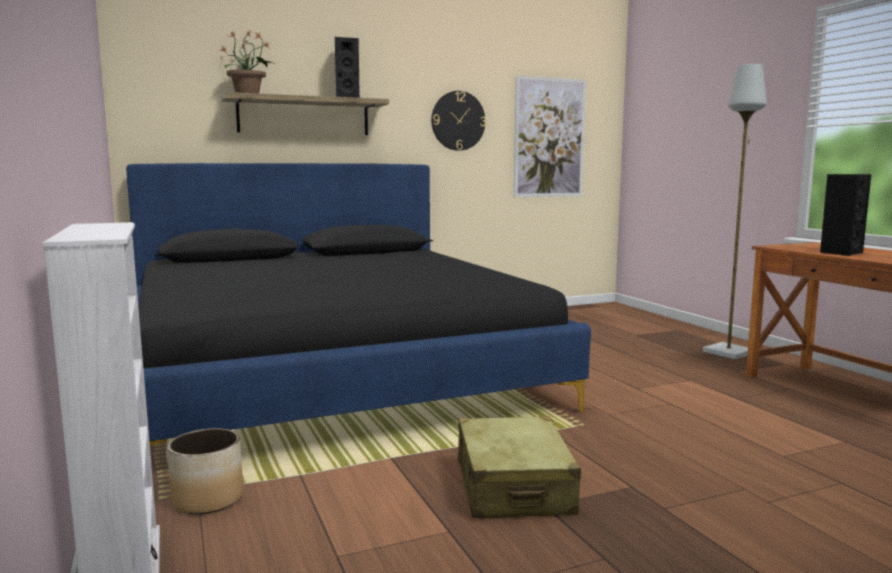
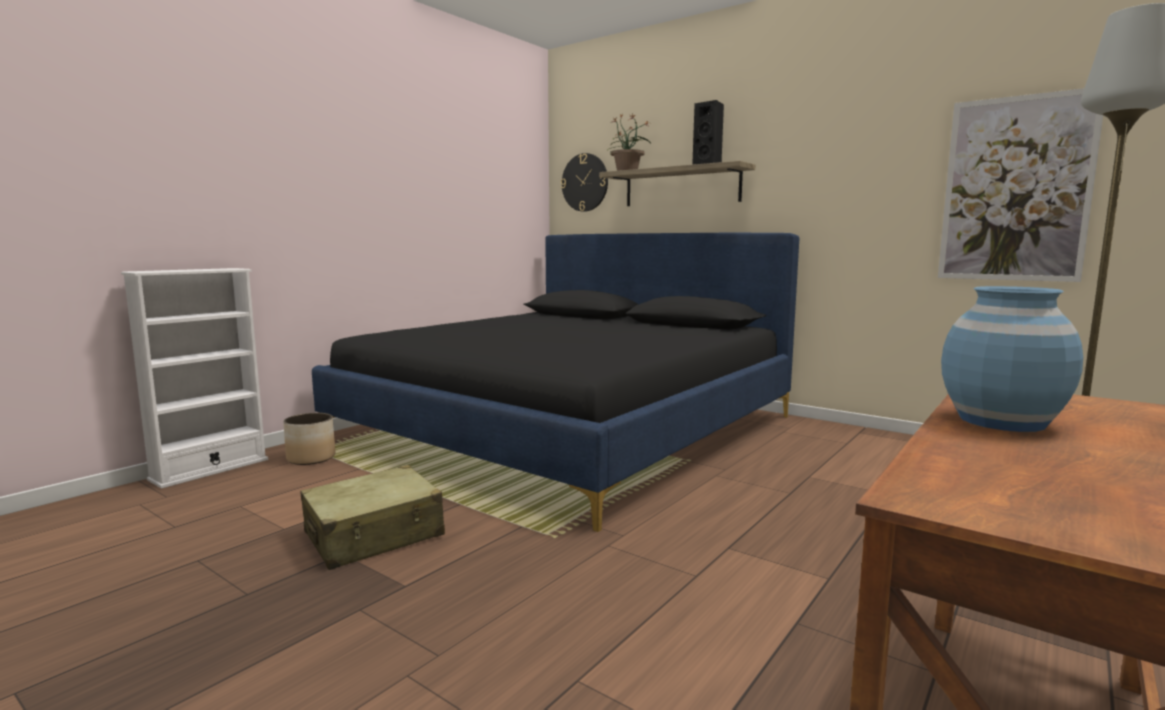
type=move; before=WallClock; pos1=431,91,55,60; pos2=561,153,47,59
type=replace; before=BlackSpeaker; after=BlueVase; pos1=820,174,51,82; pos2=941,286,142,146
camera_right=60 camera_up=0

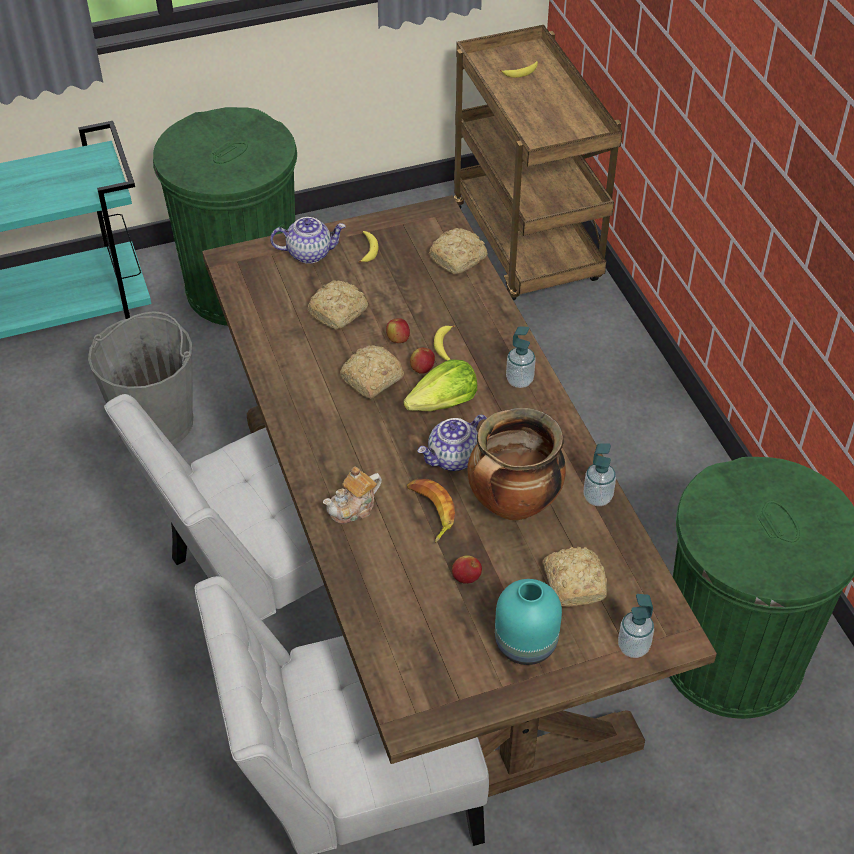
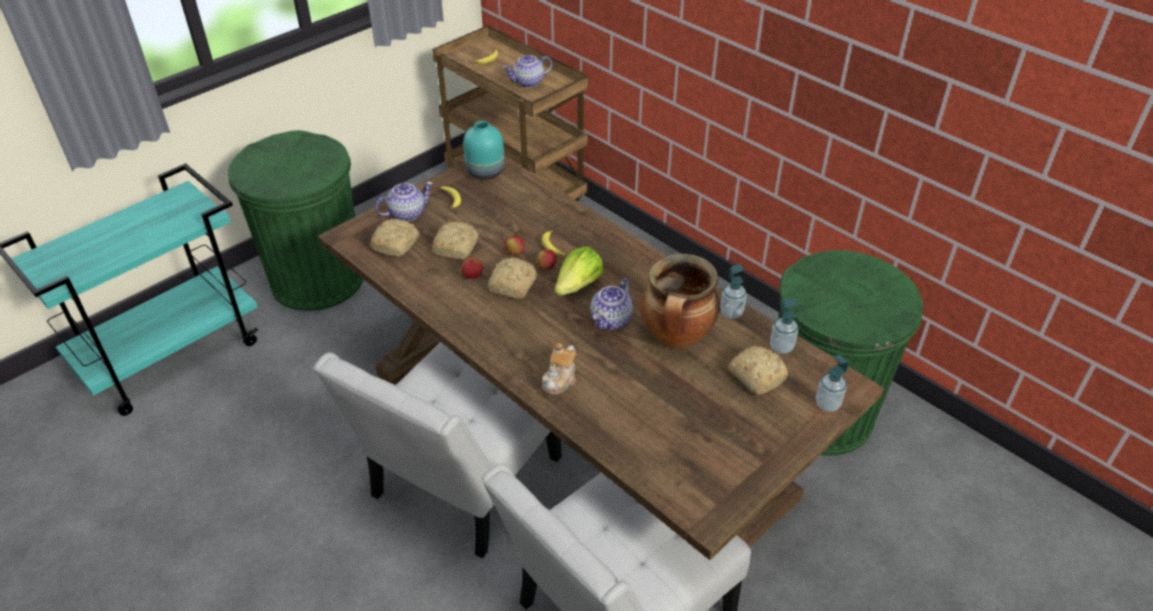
type=delete; before=GreyBucket; pos1=88,311,105,135
type=delete; before=Banana; pos1=407,478,48,65
type=move; before=Bread; pos1=429,228,58,46; pos2=370,219,50,38
type=move; before=Apple; pos1=452,555,30,29; pos2=461,258,22,21
type=move; before=TurquoiseVase; pos1=495,579,67,86; pos2=463,121,41,59
type=move; before=SoapDispenser; pos1=506,326,30,62; pos2=770,298,28,56
type=insert; after=Teapot; pos2=503,54,50,34
camera_right=-25 camera_up=-5

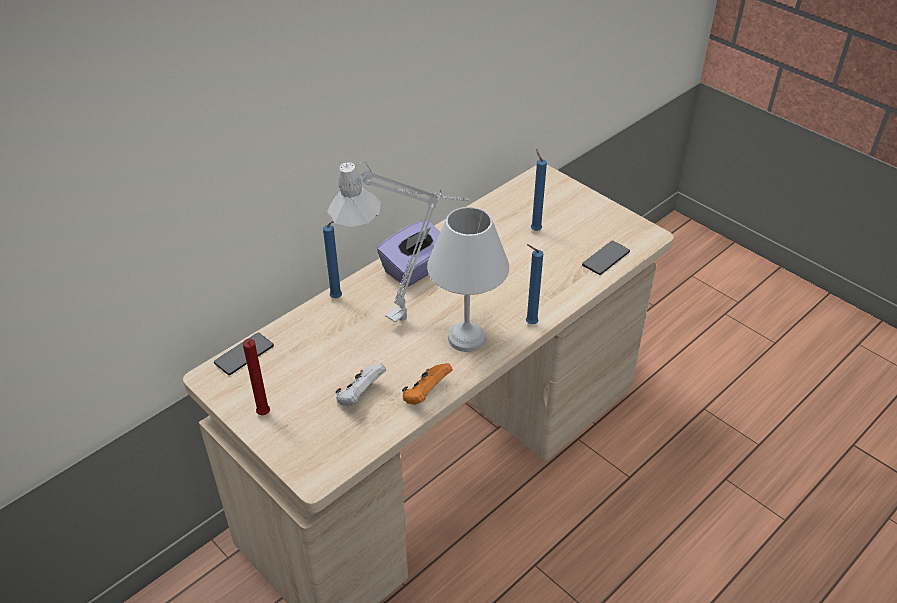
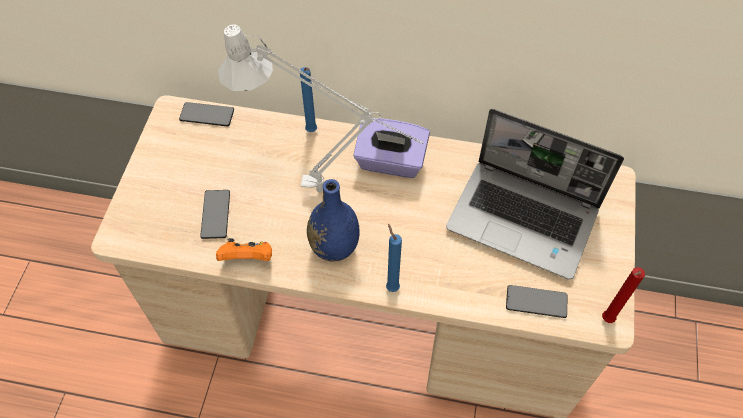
type=move; before=RedCandle; pos1=243,339,27,76; pos2=602,267,43,56
type=replace; before=WhiteGameController; after=Phone; pos1=335,364,51,42; pos2=200,190,30,49
type=replace; before=WhiteTableLamp; after=BlueVase; pos1=427,207,82,145; pos2=307,179,53,82
type=replace; before=BlueCandle; after=Laptop; pos1=531,149,16,82; pos2=446,109,178,171
camera_right=55 camera_up=15

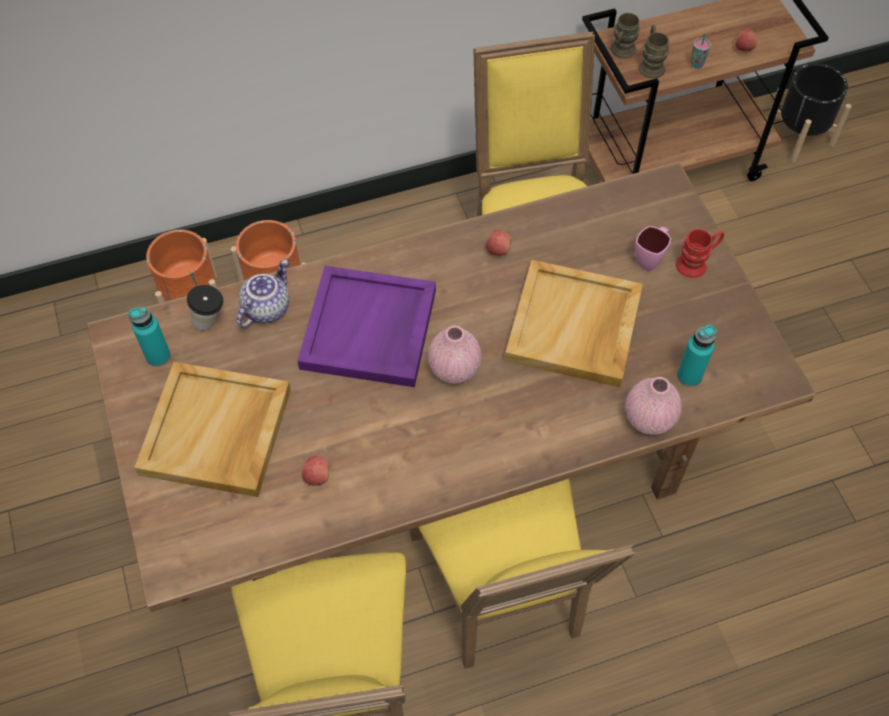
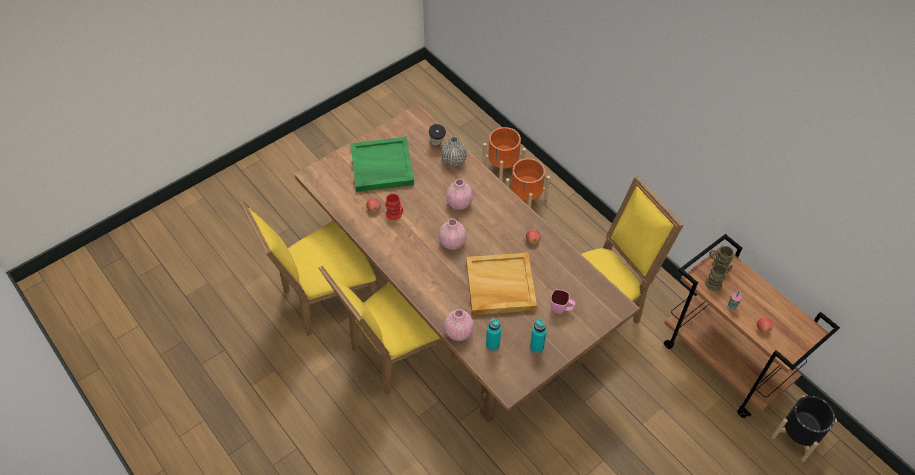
type=move; before=TurquoiseBottle; pos1=128,306,43,61; pos2=530,319,17,34
type=recolor; before=BeigeTray; after=GreenTray; pos1=134,362,157,135; pos2=350,137,64,55
type=replace; before=Teapot; after=GreyVase; pos1=236,260,53,68; pos2=441,136,26,31
type=replace; before=PurpleTray; after=PinkVase; pos1=297,266,139,121; pos2=446,179,27,31
type=move; before=RedMug; pos1=676,229,48,49; pos2=385,194,18,26
camera_right=70 camera_up=-5

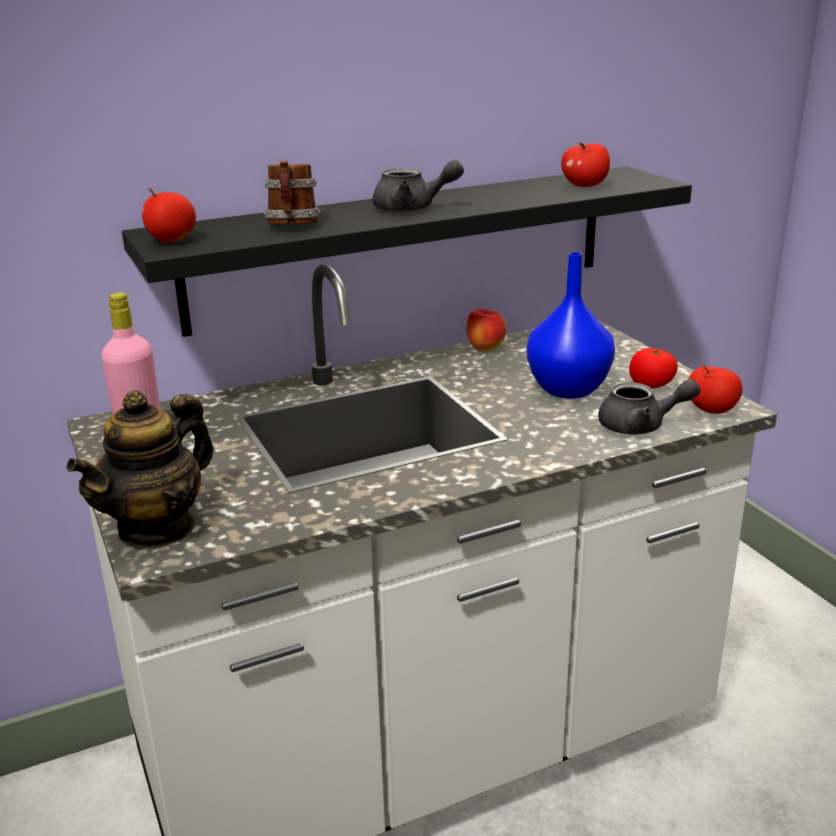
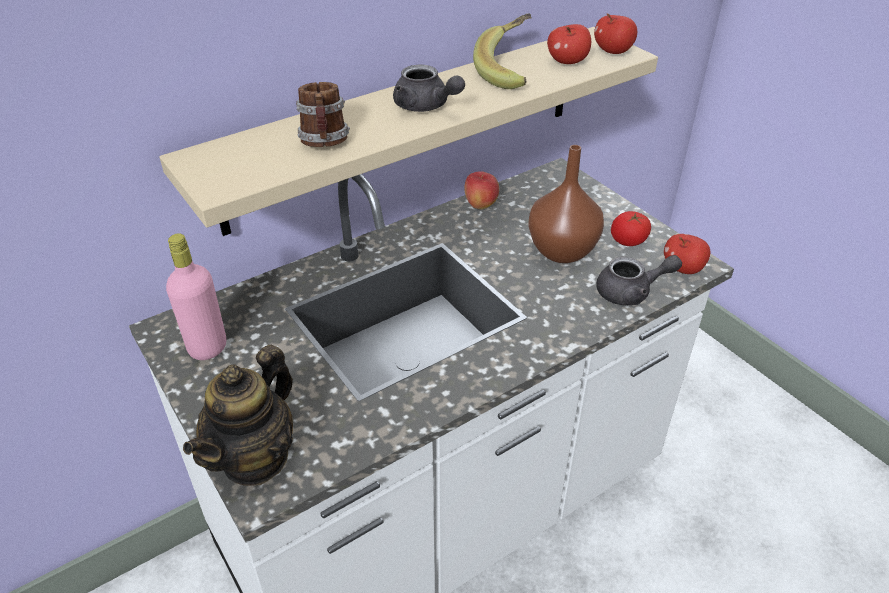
type=recolor; before=BlackShelf; after=BeigeShelf; pos1=122,167,570,170; pos2=159,27,499,209
type=move; before=Apple; pos1=142,188,54,54; pos2=594,13,43,41
type=rotate; before=GreyTeapot; pos1=373,160,91,53; pos2=393,64,72,48; turn=45
type=recolor; before=BlueVase; after=BrownVase; pos1=527,252,88,146; pos2=528,145,76,118
type=insert; after=Banana; pos2=473,13,59,76
camera_right=-10 camera_up=15

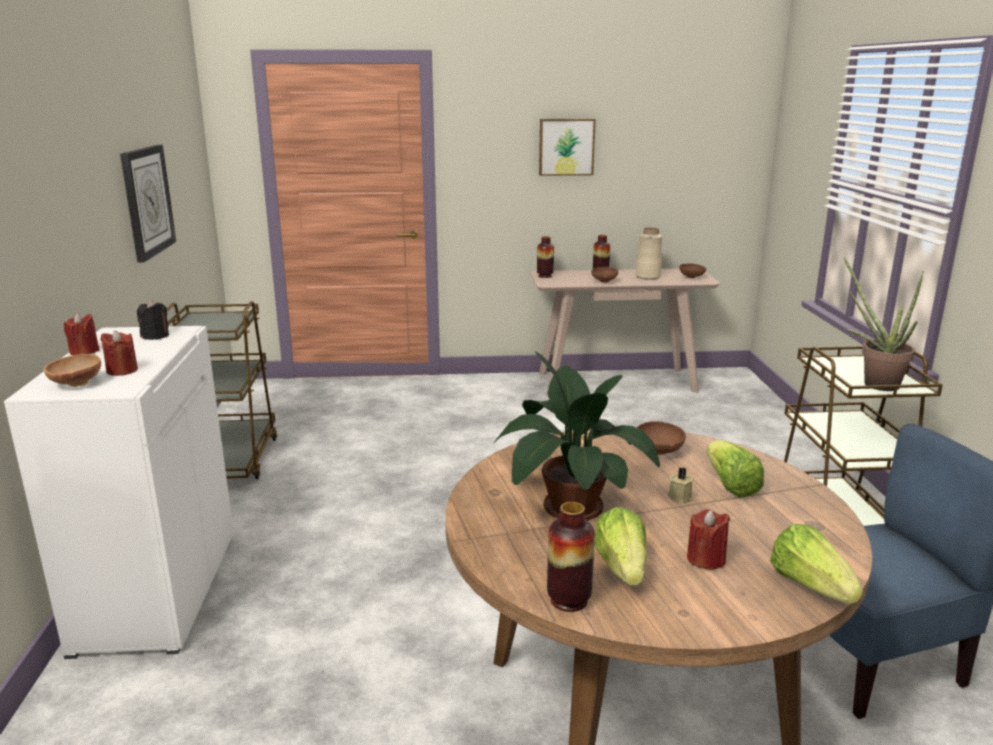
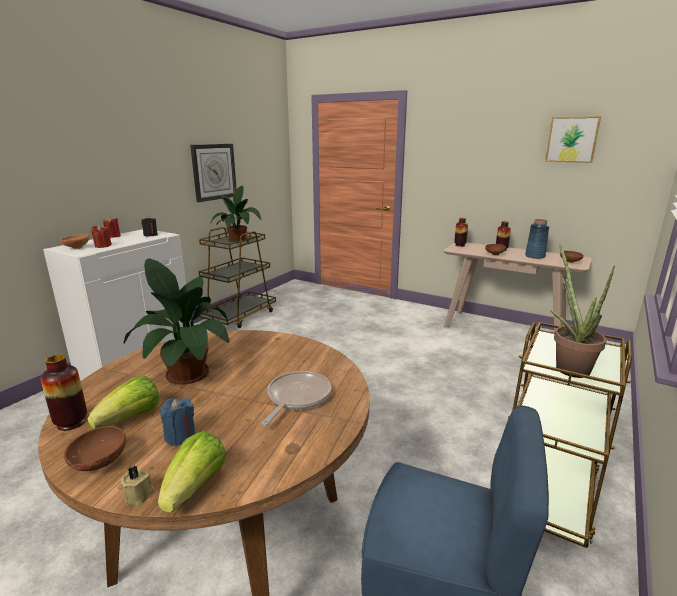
type=move; before=Picture; pos1=539,119,57,57; pos2=545,116,56,47
type=recolor; before=BeigeVase; after=BlueVase; pos1=636,227,26,52; pos2=525,219,24,40
type=move; before=BrownBowl; pos1=636,421,50,34; pos2=64,426,62,45
type=move; before=BeigeCandle; pos1=668,467,25,37; pos2=121,466,34,40
type=recolor; before=RedCandle; after=BlueCandle; pos1=687,509,43,60; pos2=160,398,35,48
type=replace; before=Lettuce; after=FryingPan; pos1=706,440,58,57; pos2=262,371,69,54
type=insert; after=PottedPlant; pos2=210,185,52,57
camera_right=35 camera_up=0

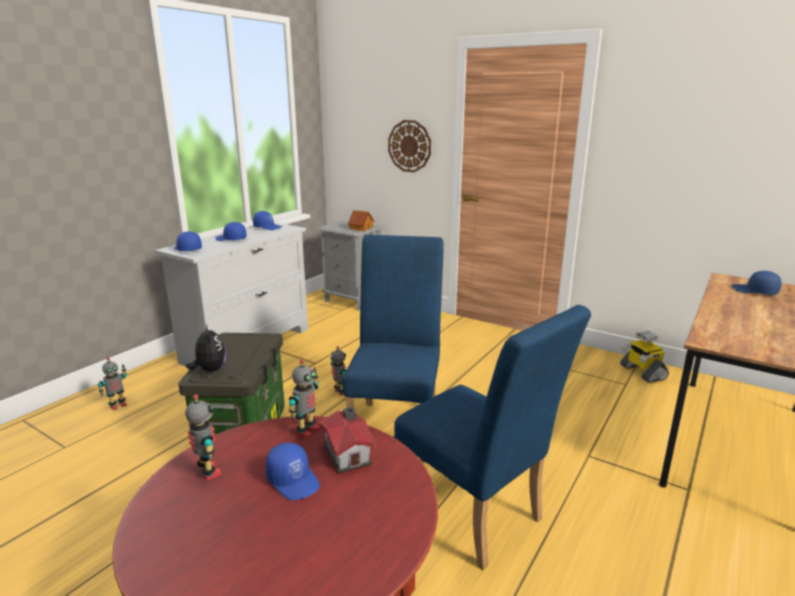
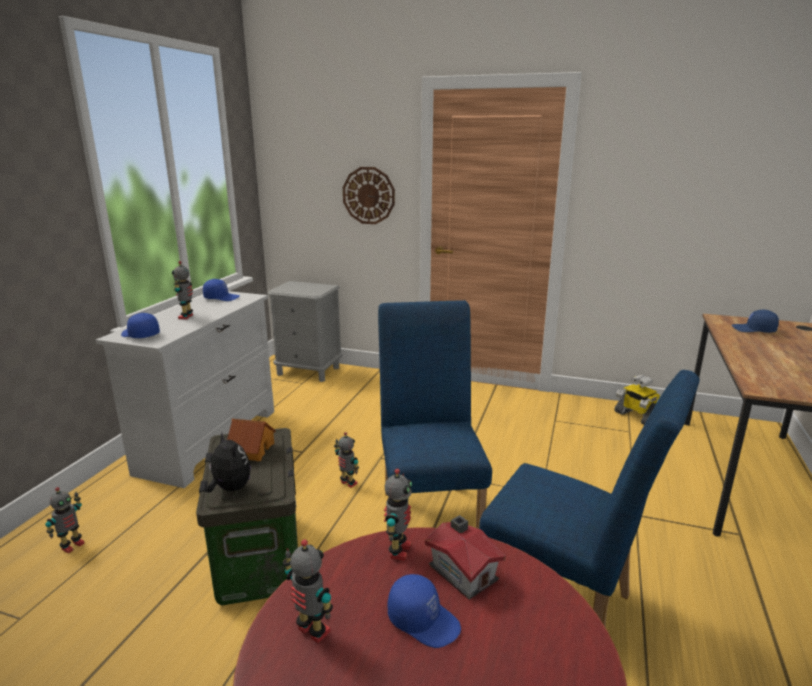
type=replace; before=BlueCap; after=ToyRobot; pos1=216,222,31,19; pos2=172,261,21,58
type=move; before=ToyHouse; pos1=348,210,26,21; pos2=227,419,49,42
camera_right=-15 camera_up=0

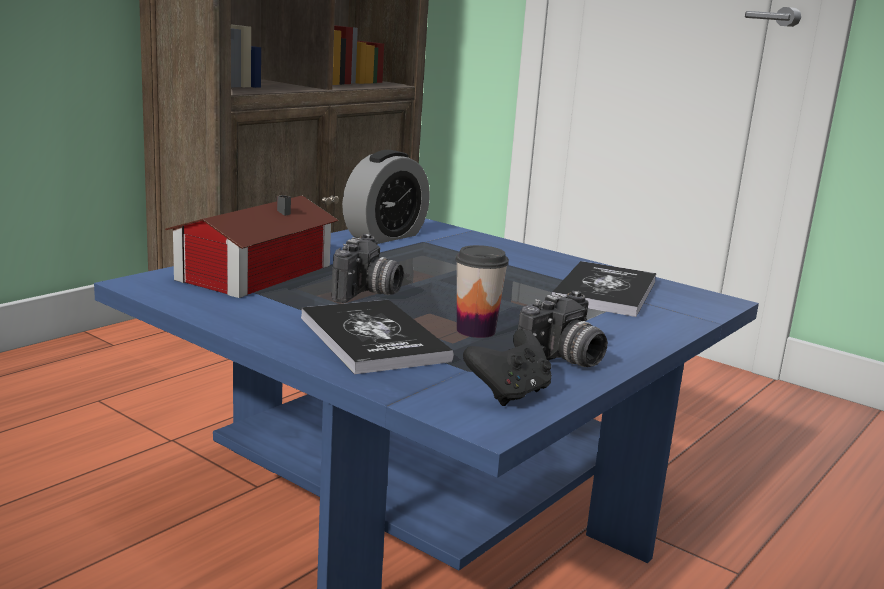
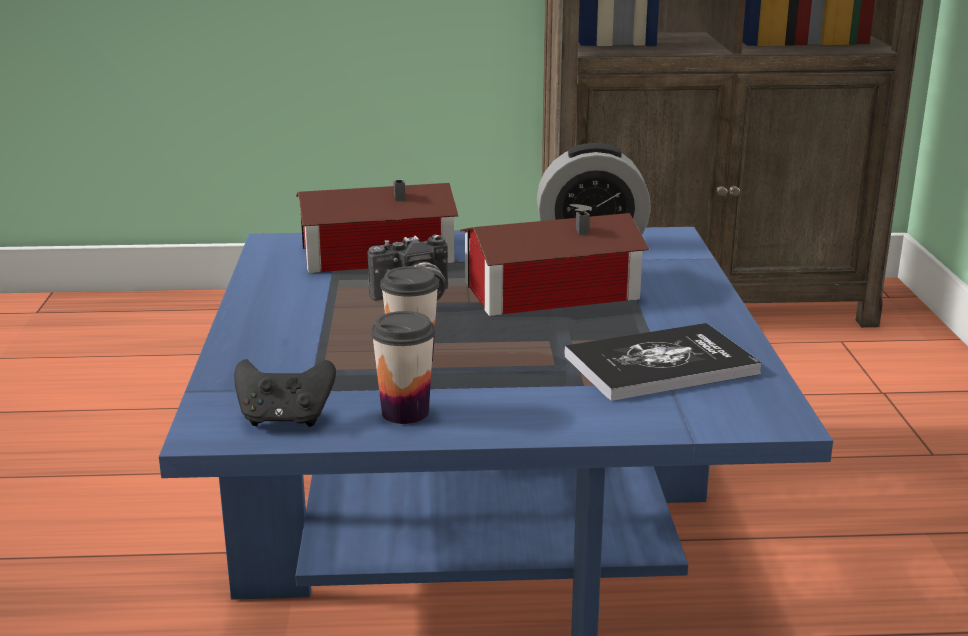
type=delete; before=Book; pos1=301,300,153,74
type=replace; before=PhotoCamera; after=Cup; pos1=518,291,90,76; pos2=371,311,64,113
type=insert; after=ToyHouse; pos2=460,212,189,104
camera_right=50 camera_up=5

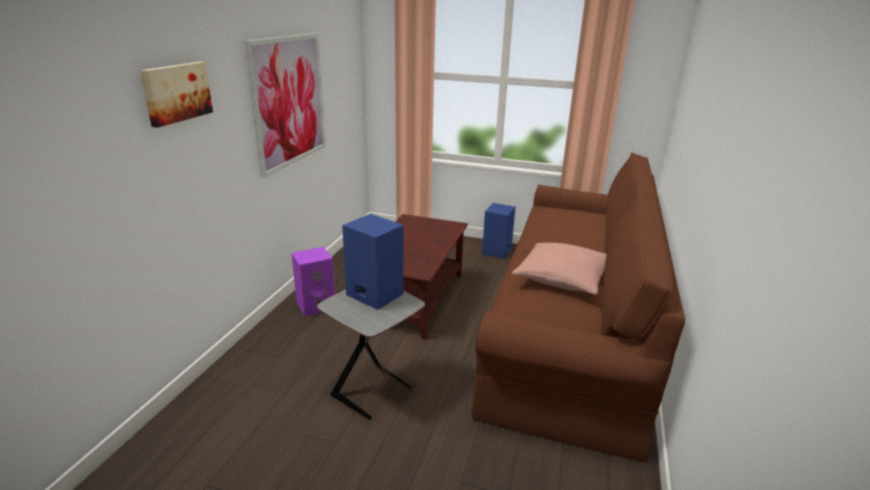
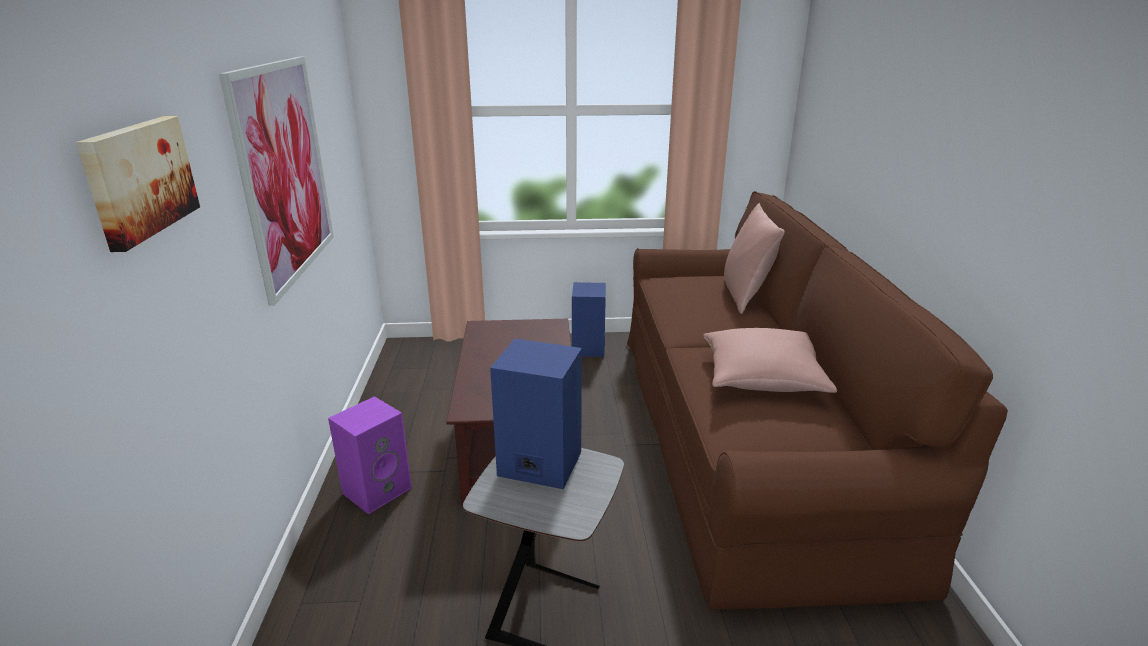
type=insert; after=PinkPillow; pos2=724,203,61,111
camera_right=-20 camera_up=0

